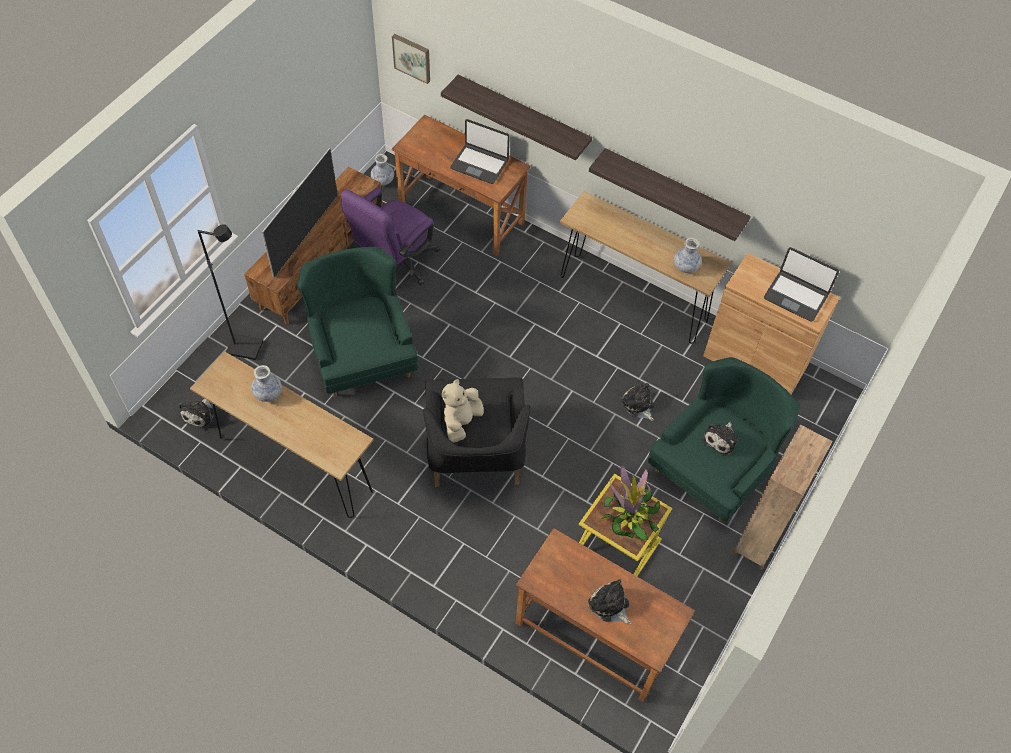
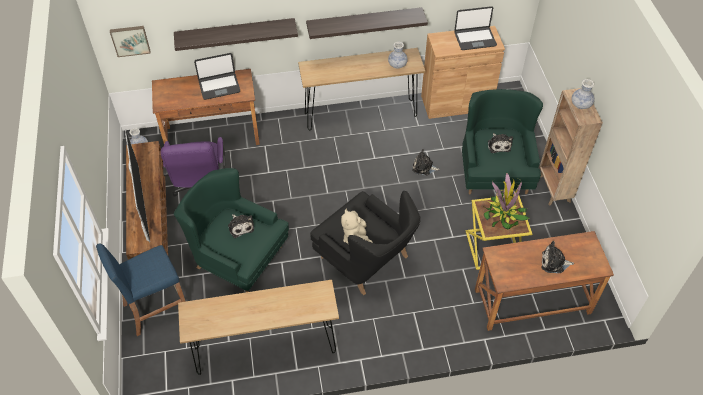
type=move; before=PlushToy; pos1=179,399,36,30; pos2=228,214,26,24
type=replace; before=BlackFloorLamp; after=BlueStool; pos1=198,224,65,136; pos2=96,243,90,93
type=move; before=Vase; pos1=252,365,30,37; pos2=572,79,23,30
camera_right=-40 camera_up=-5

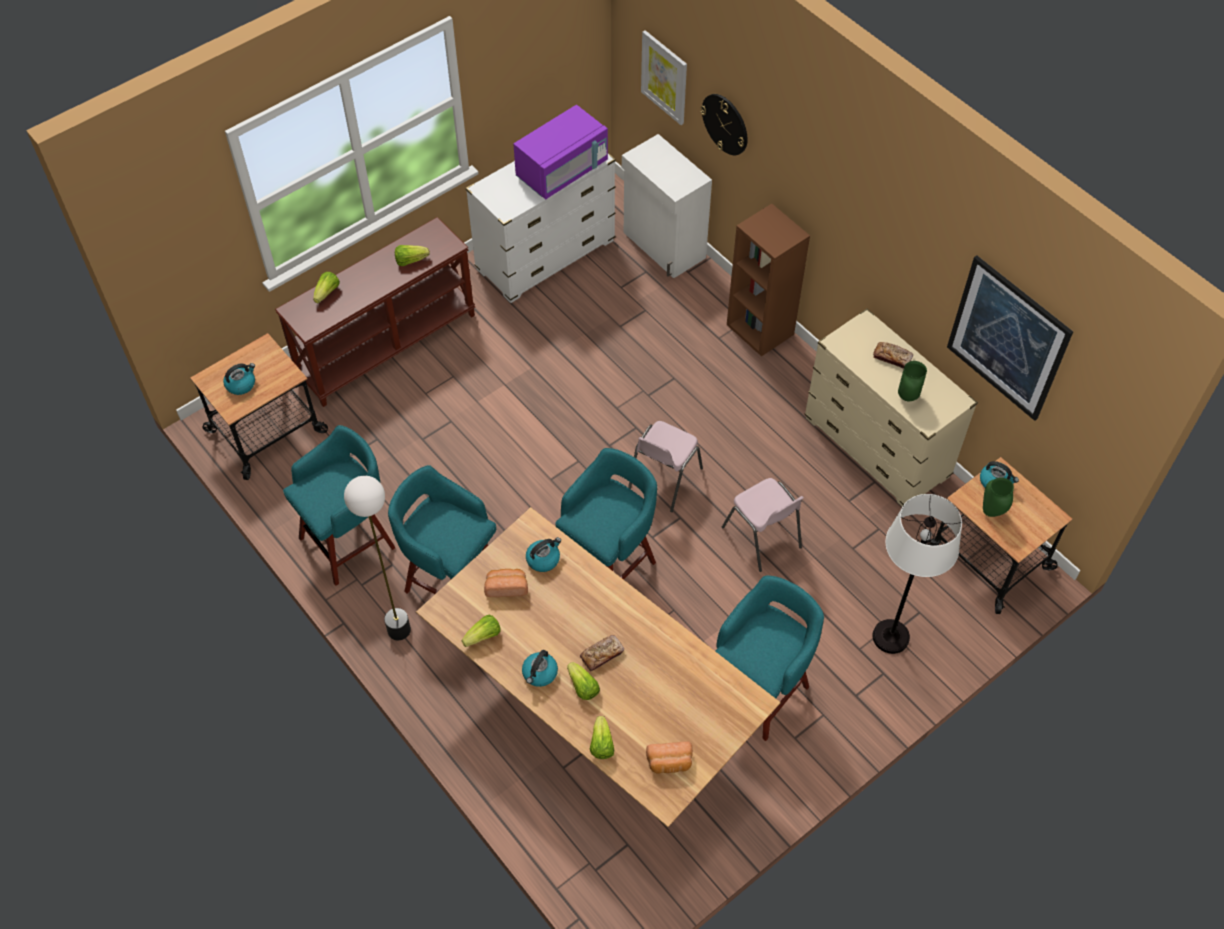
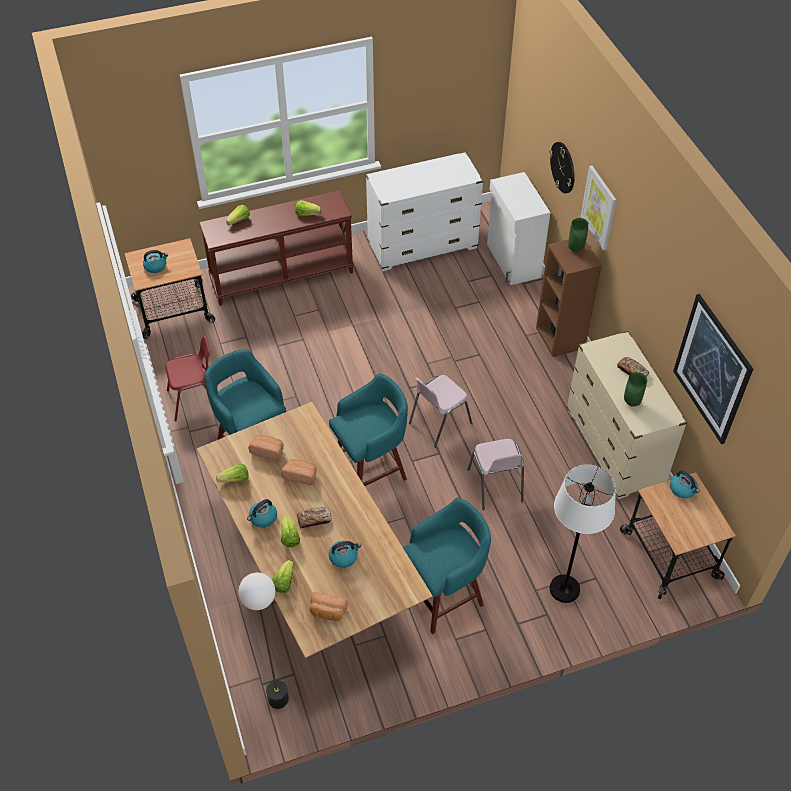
type=replace; before=TurquoiseStool; after=RedChair; pos1=283,425,113,161; pos2=165,336,45,85
type=move; before=FloorLamp; pos1=344,476,67,164; pos2=238,573,51,136
type=delete; before=PurpleMicrowave; pos1=513,105,95,94
type=move; before=Kettle; pos1=526,537,35,35; pos2=329,541,32,27
type=move; before=Picture; pos1=641,30,46,95; pos2=581,166,35,85
type=move; before=GreenVase; pos1=983,477,31,40; pos2=568,218,21,34
type=insert; after=Bread; pos2=281,459,36,26
camera_right=20 camera_up=-5

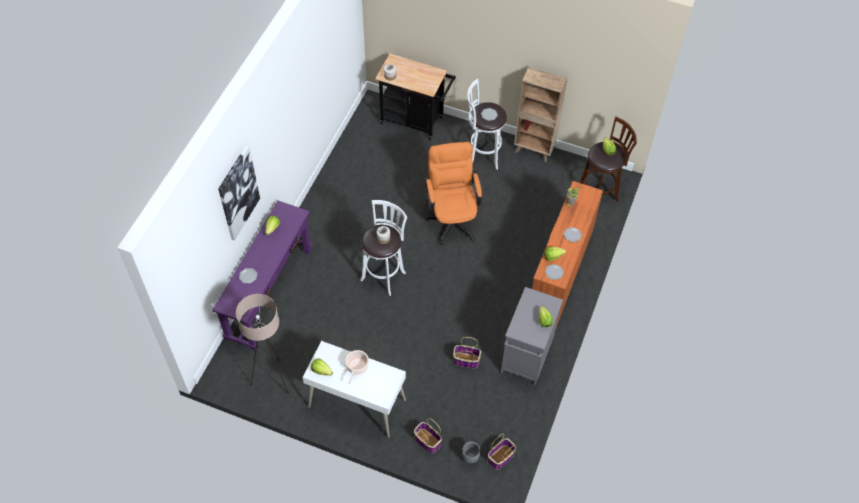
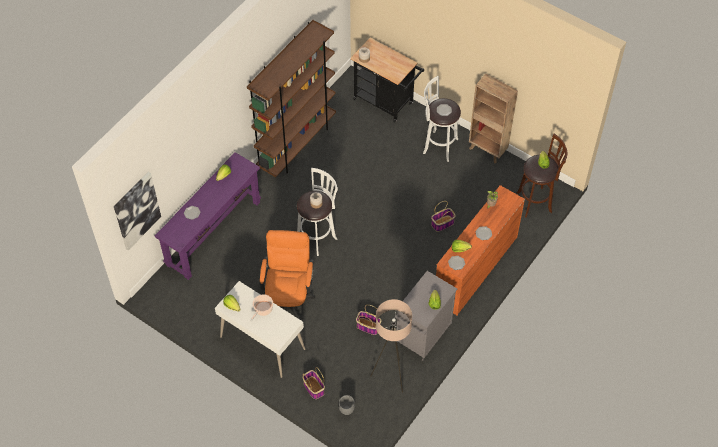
type=move; before=Picture; pos1=218,145,42,96; pos2=114,172,47,79
type=move; before=BeigeFloorLamp; pos1=236,294,53,101; pos2=370,299,42,94
type=move; before=OrangeOfficeChair; pos1=425,142,57,103; pos2=260,230,55,91
type=move; before=Basket; pos1=488,433,28,37; pos2=431,201,25,31
type=insert; after=BrownBookcase; pos2=247,20,89,157
camera_right=15 camera_up=0

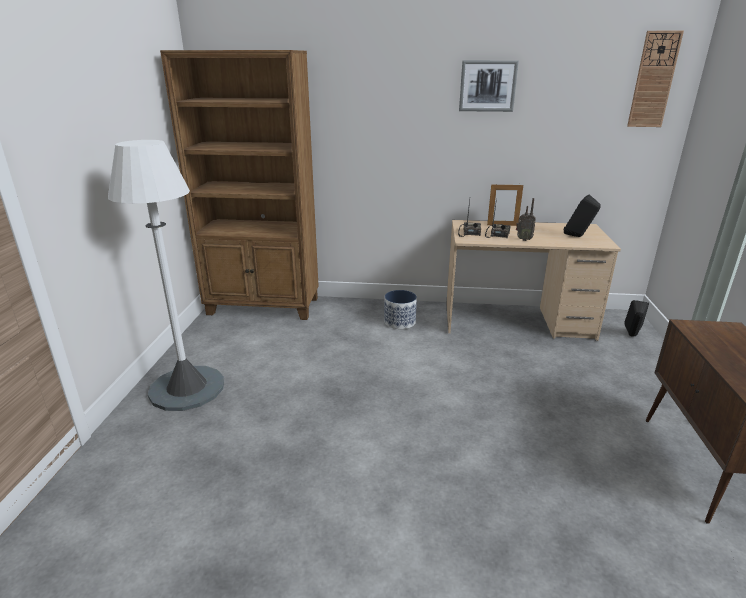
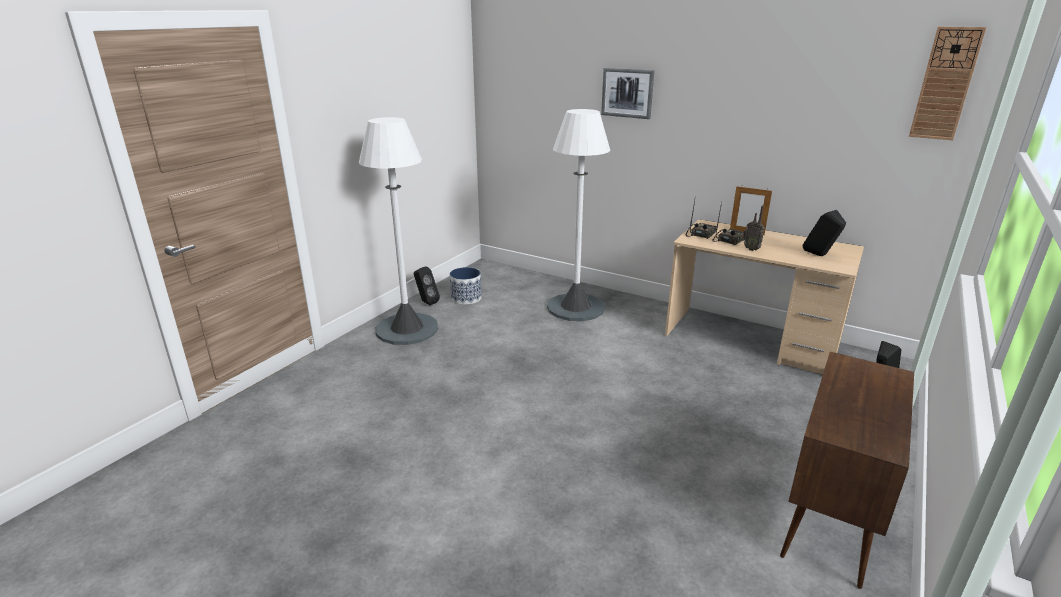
type=delete; before=BrownBookcase; pos1=160,50,159,270
type=move; before=Planter; pos1=384,290,33,39; pos2=450,267,32,38
type=move; before=Picture; pos1=459,60,60,52; pos2=601,68,53,51
type=insert; after=BlackSpeaker; pos2=414,266,26,39
type=insert; after=WhiteFloorLamp; pos2=547,109,63,212
camera_right=25 camera_up=0

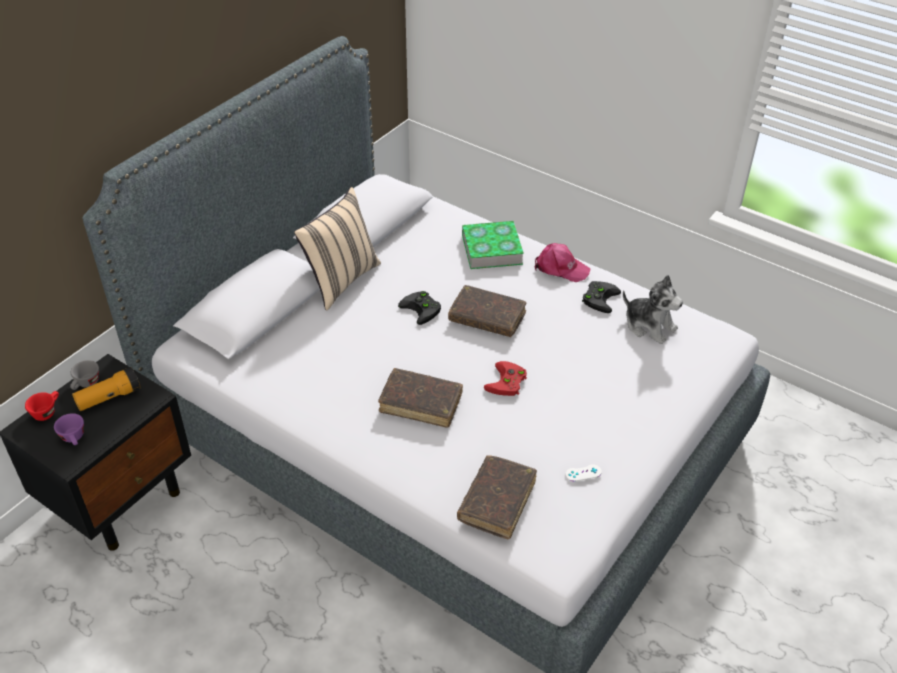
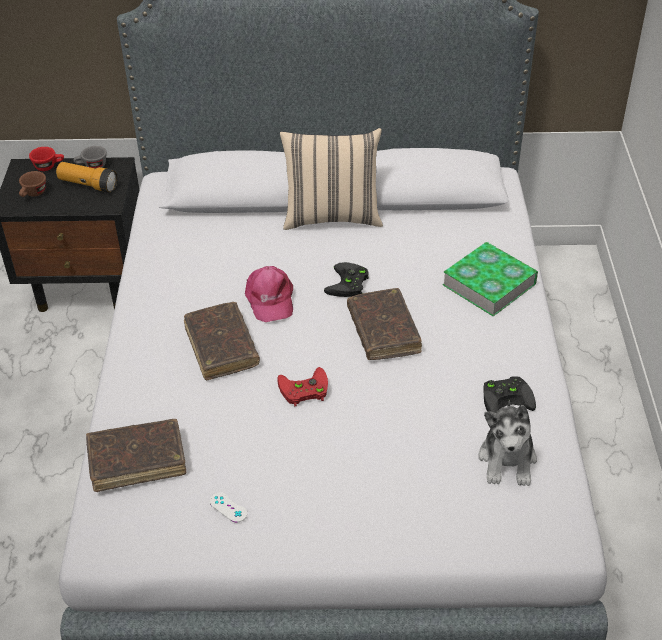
type=recolor; before=PurpleCup; after=BrownCup; pos1=54,413,30,32; pos2=19,171,27,26
type=move; before=PinkCap; pos1=535,243,56,39; pos2=245,266,48,56
camera_right=55 camera_up=0

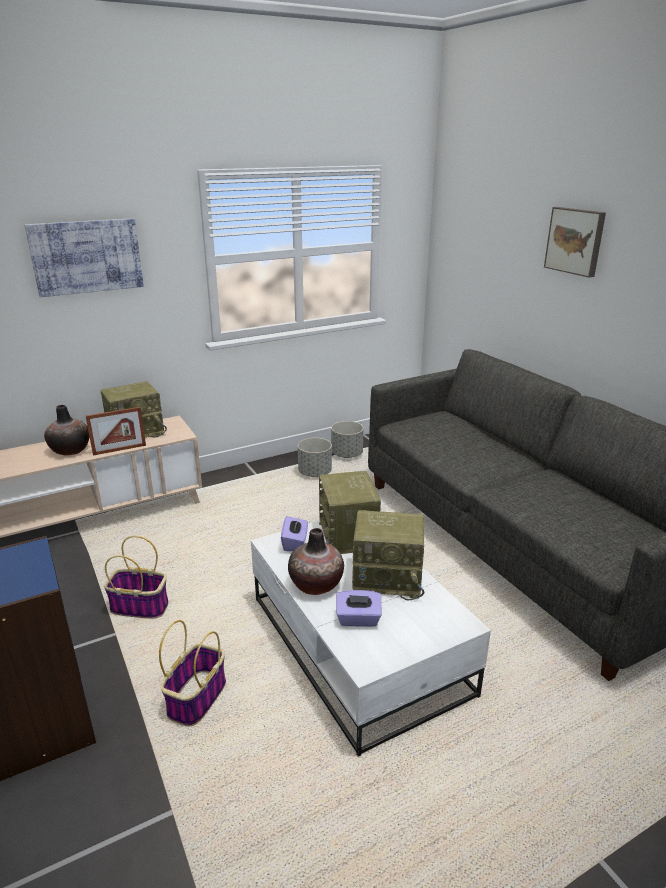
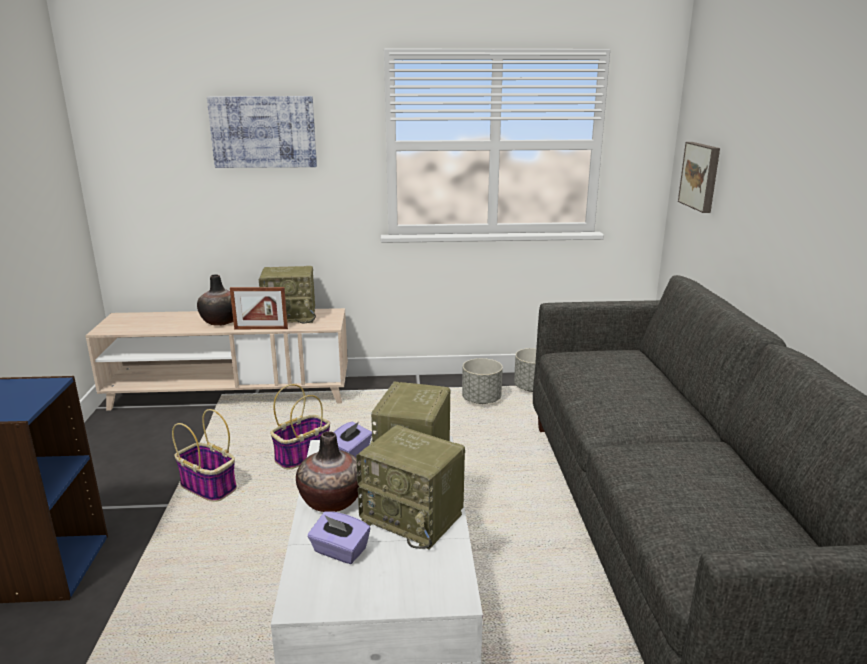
type=move; before=Basket; pos1=159,620,67,107; pos2=270,384,60,85
type=move; before=Picture; pos1=544,207,62,70; pos2=678,142,42,71
camera_right=25 camera_up=-5

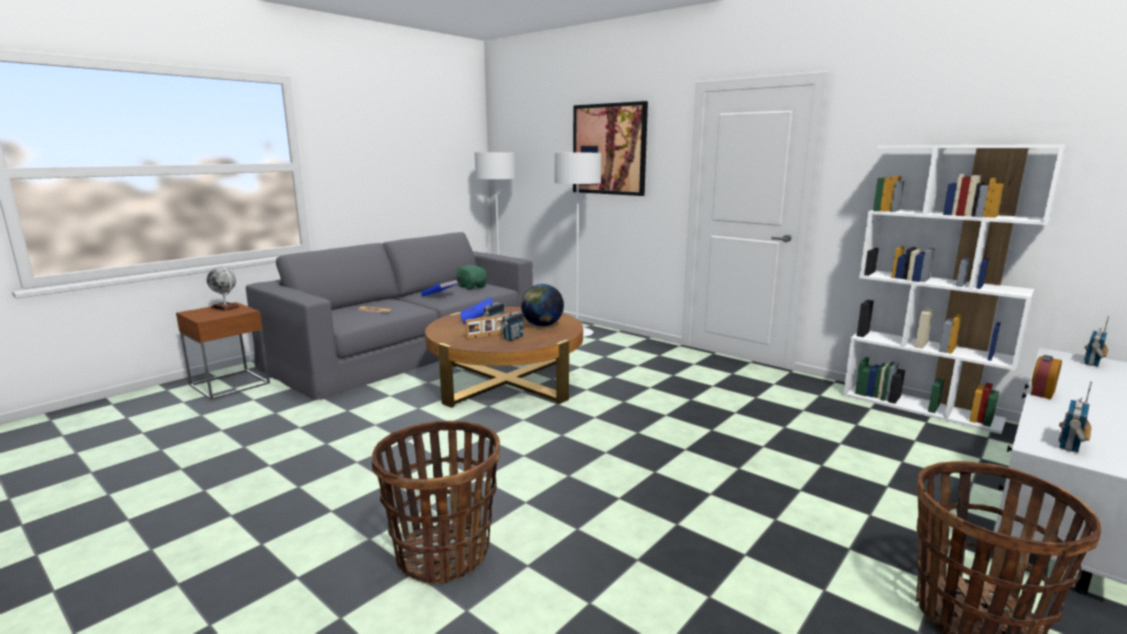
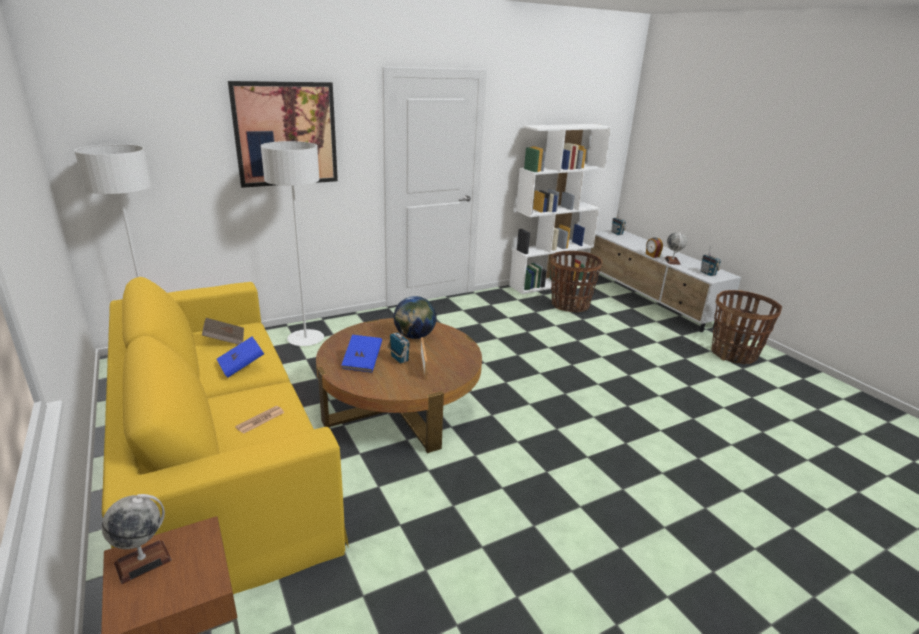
type=recolor; before=GreySofa; after=YellowSofa; pos1=246,232,287,168; pos2=102,277,247,317
type=move; before=Basket; pos1=371,421,129,163; pos2=550,251,53,62
type=replace; before=GreenPlushToy; after=BrownBook; pos1=456,265,31,25; pos2=202,318,42,27
type=delete; before=Radio; pos1=500,303,24,38
type=insert; after=Globe; pos2=665,232,22,33
camera_right=-70 camera_up=10

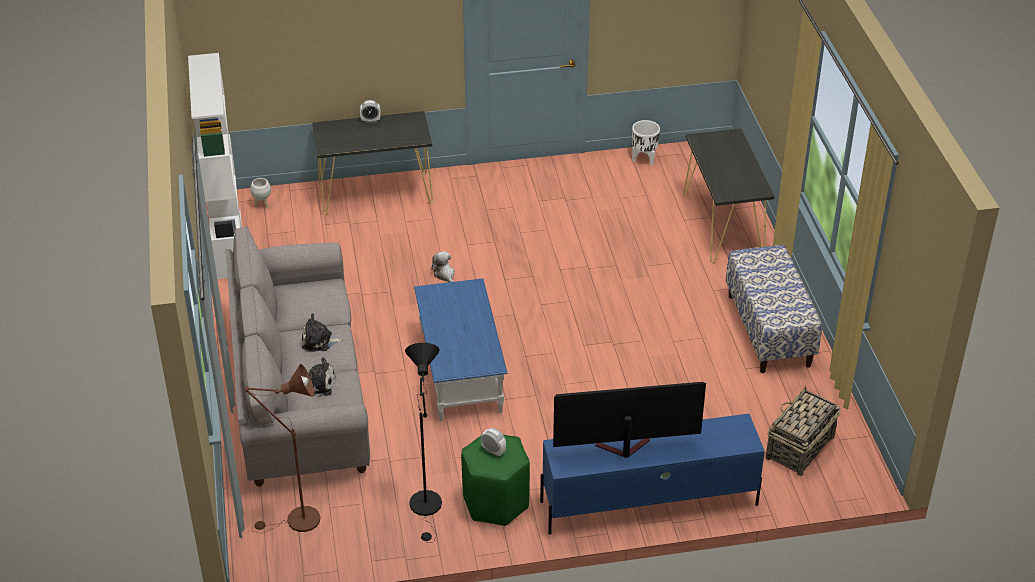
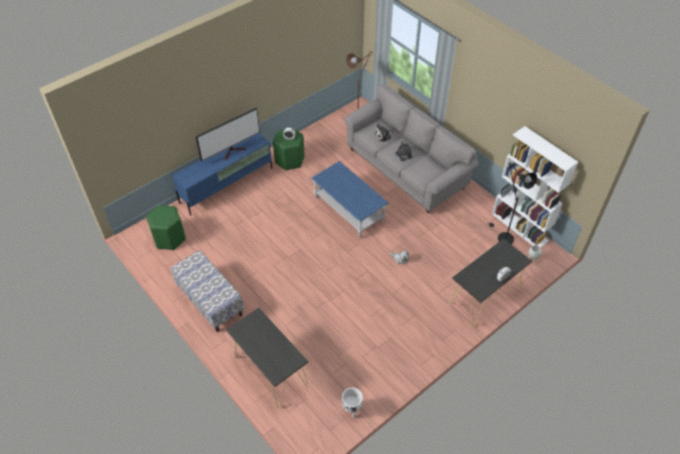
type=move; before=BlackFloorLamp; pos1=405,343,37,199; pos2=489,162,48,82
type=replace; before=Basket; after=GreenStool; pos1=766,386,74,90; pos2=146,205,40,45
camera_right=150 camera_up=10

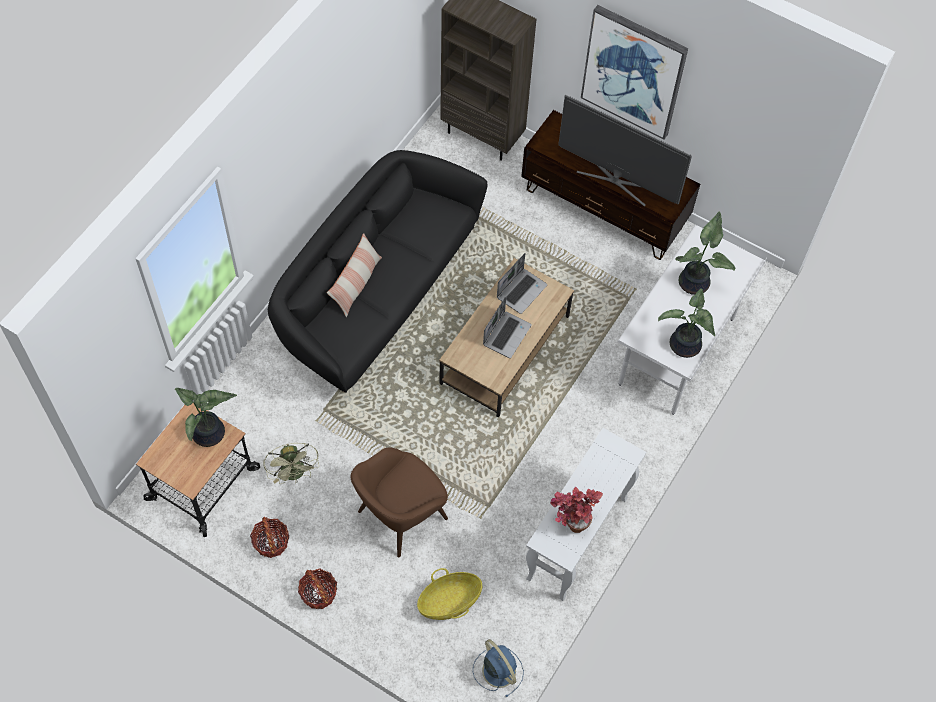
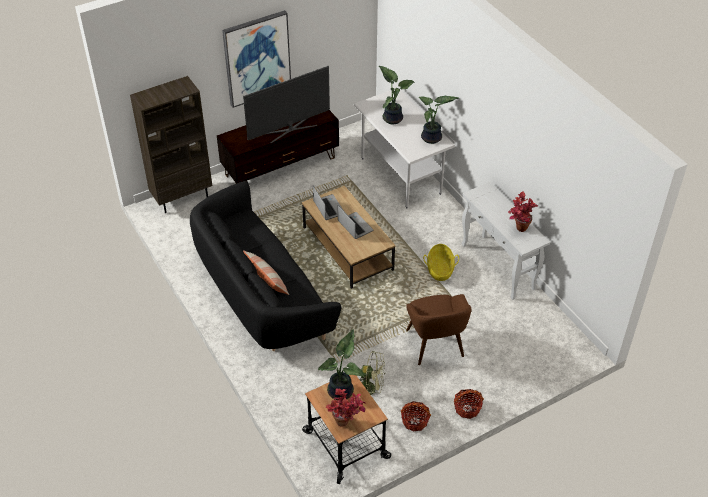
type=move; before=Basket; pos1=417,568,65,52; pos2=423,244,36,37
type=delete; before=BlueFan; pos1=473,639,51,59
type=insert; after=PottedPlant; pos2=326,388,39,38
camera_right=-60 camera_up=-15

